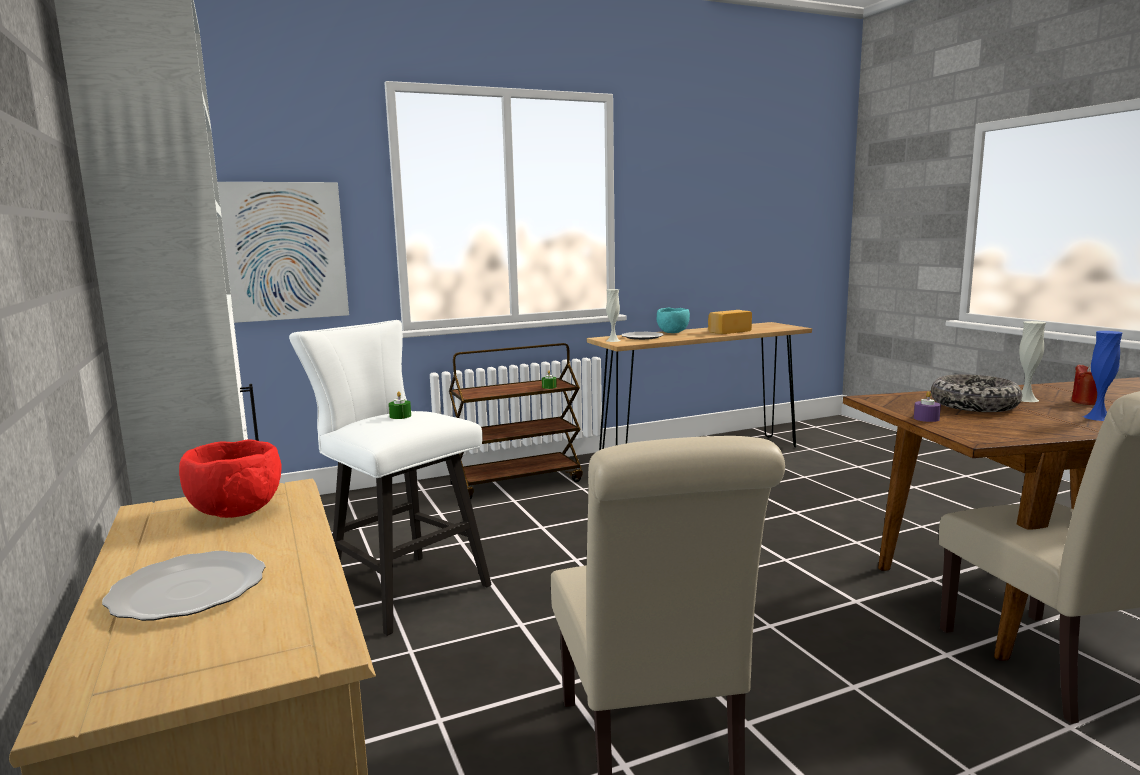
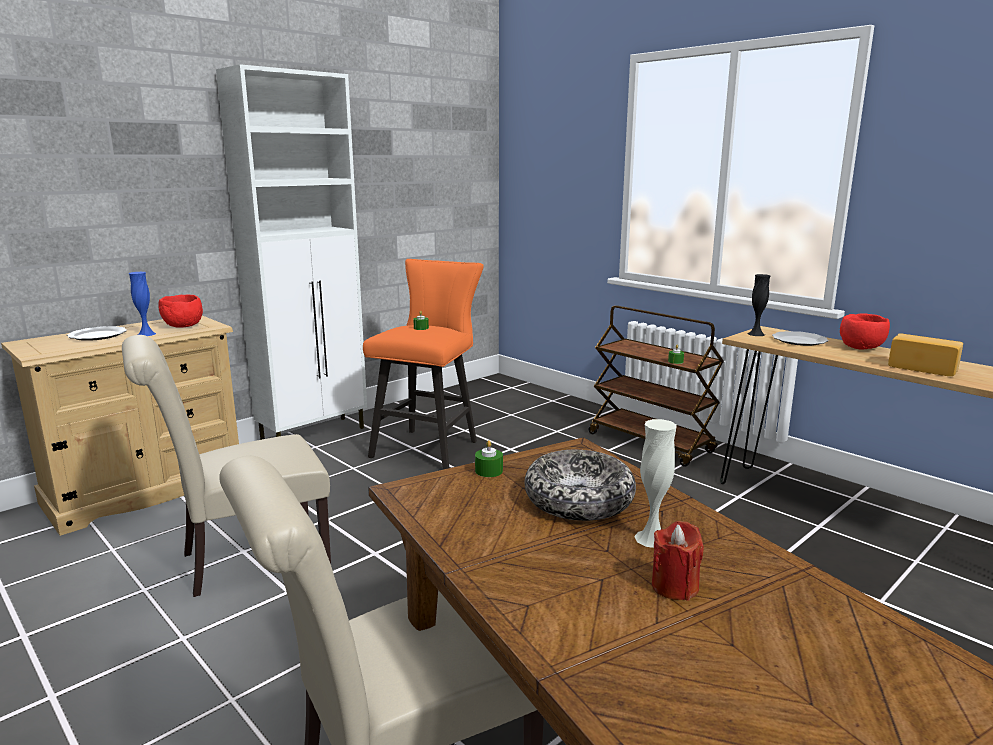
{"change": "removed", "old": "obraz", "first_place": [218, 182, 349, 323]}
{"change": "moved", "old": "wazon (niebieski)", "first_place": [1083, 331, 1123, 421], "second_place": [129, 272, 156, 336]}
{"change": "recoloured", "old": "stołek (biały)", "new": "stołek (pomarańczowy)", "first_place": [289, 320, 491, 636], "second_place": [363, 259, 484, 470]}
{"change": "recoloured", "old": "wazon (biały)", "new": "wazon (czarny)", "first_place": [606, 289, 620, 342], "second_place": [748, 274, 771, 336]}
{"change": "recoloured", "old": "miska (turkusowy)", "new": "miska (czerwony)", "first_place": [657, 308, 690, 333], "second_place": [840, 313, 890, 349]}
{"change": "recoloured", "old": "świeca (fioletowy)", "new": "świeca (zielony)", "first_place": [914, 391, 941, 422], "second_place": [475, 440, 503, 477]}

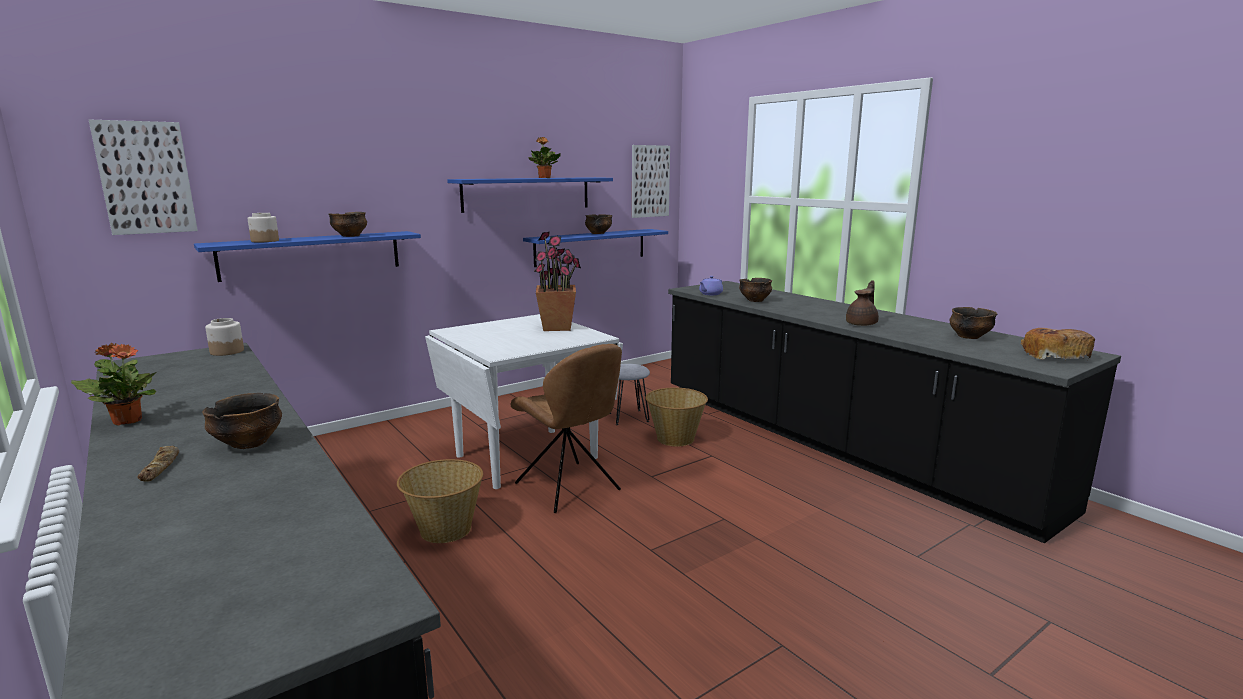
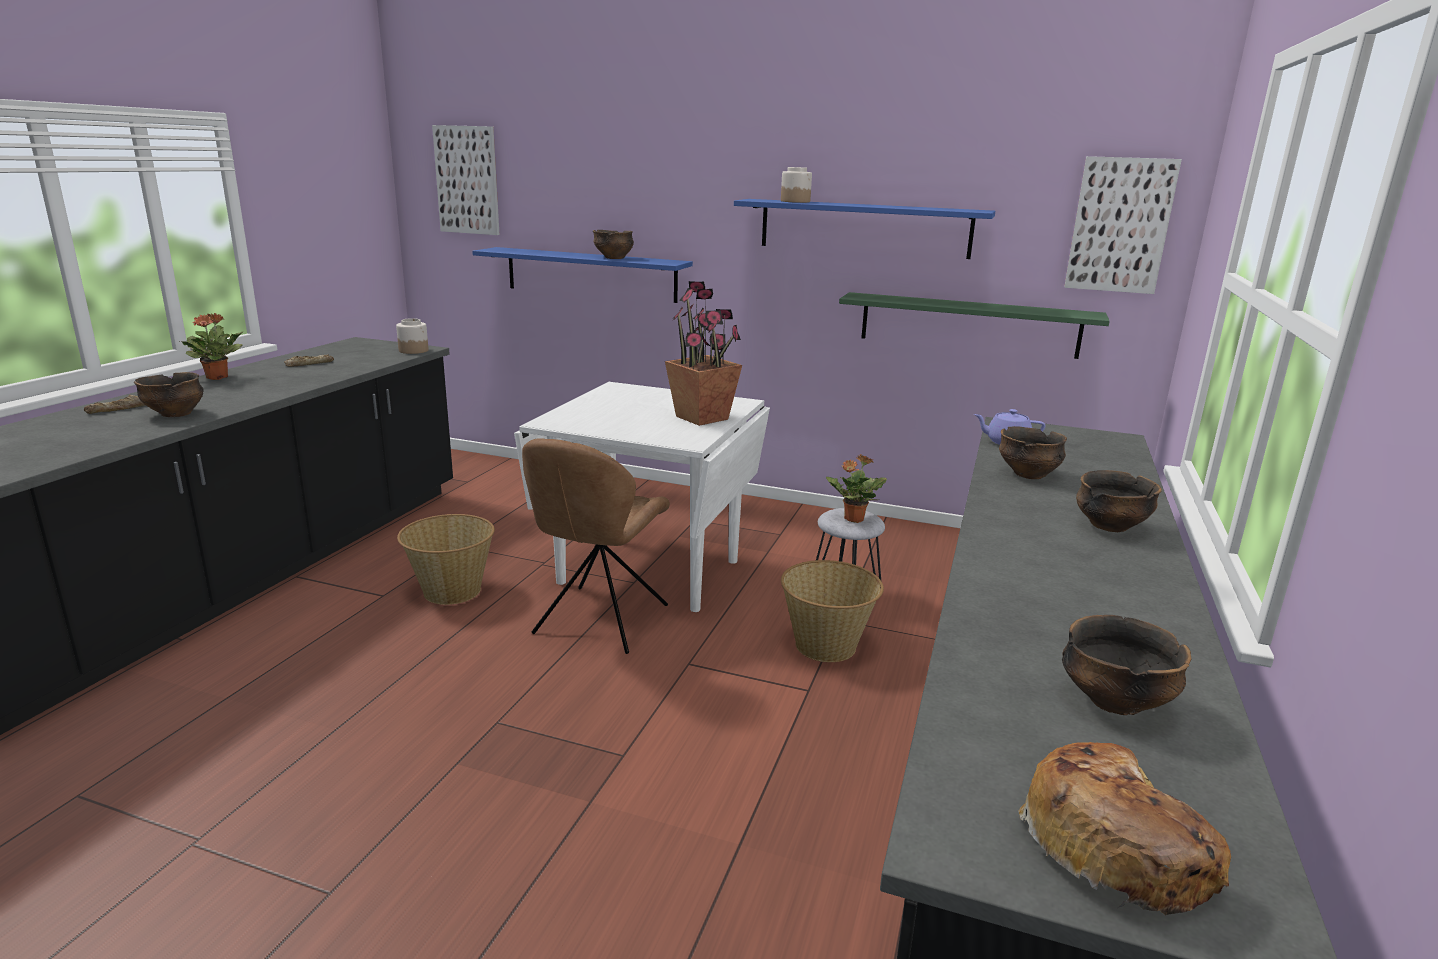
{"change": "removed", "old": "imbryk (brązowy)", "first_place": [846, 280, 879, 326]}
{"change": "added", "new": "chleb", "second_place": [284, 355, 334, 367]}
{"change": "moved", "old": "słoik", "first_place": [248, 213, 279, 243], "second_place": [781, 167, 812, 203]}
{"change": "moved", "old": "roślina doniczkowa", "first_place": [529, 137, 561, 178], "second_place": [826, 454, 887, 523]}
{"change": "moved", "old": "miska", "first_place": [585, 214, 612, 234], "second_place": [1076, 470, 1162, 532]}
{"change": "recoloured", "old": "półka (niebieski)", "new": "półka (zielony)", "first_place": [523, 229, 668, 267], "second_place": [839, 292, 1110, 359]}

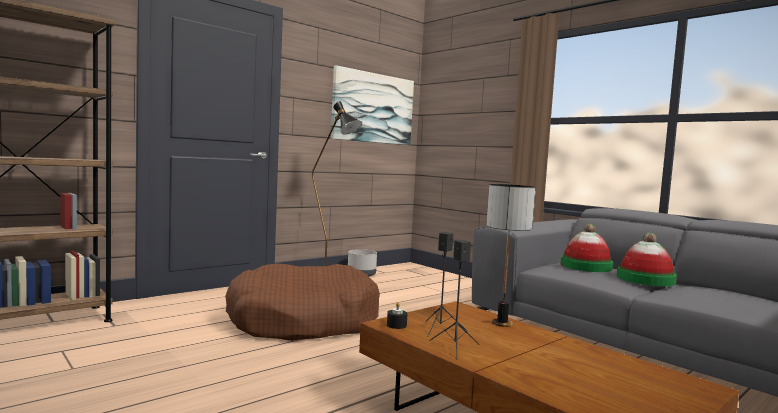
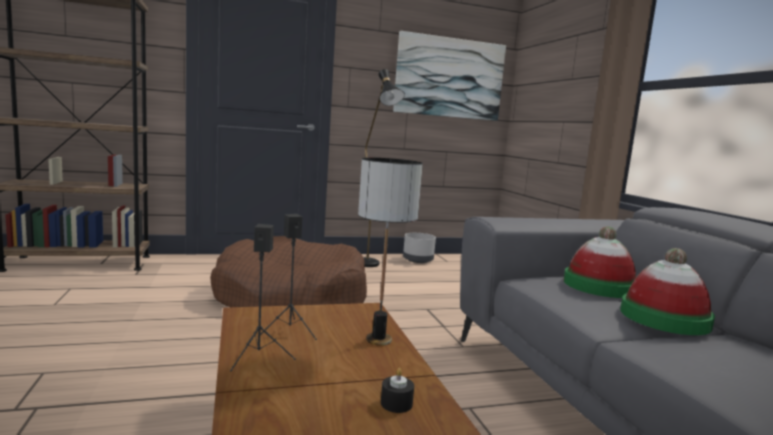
{"change": "moved", "old": "świeca (czarny)", "first_place": [387, 302, 408, 329], "second_place": [381, 368, 414, 413]}

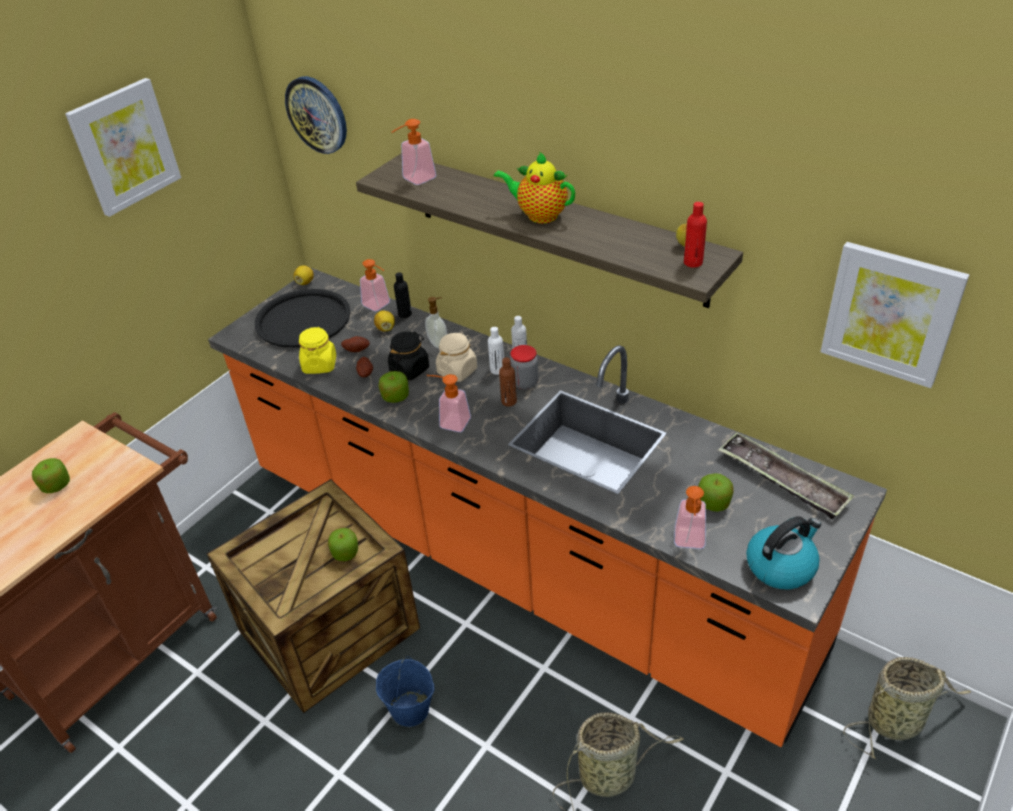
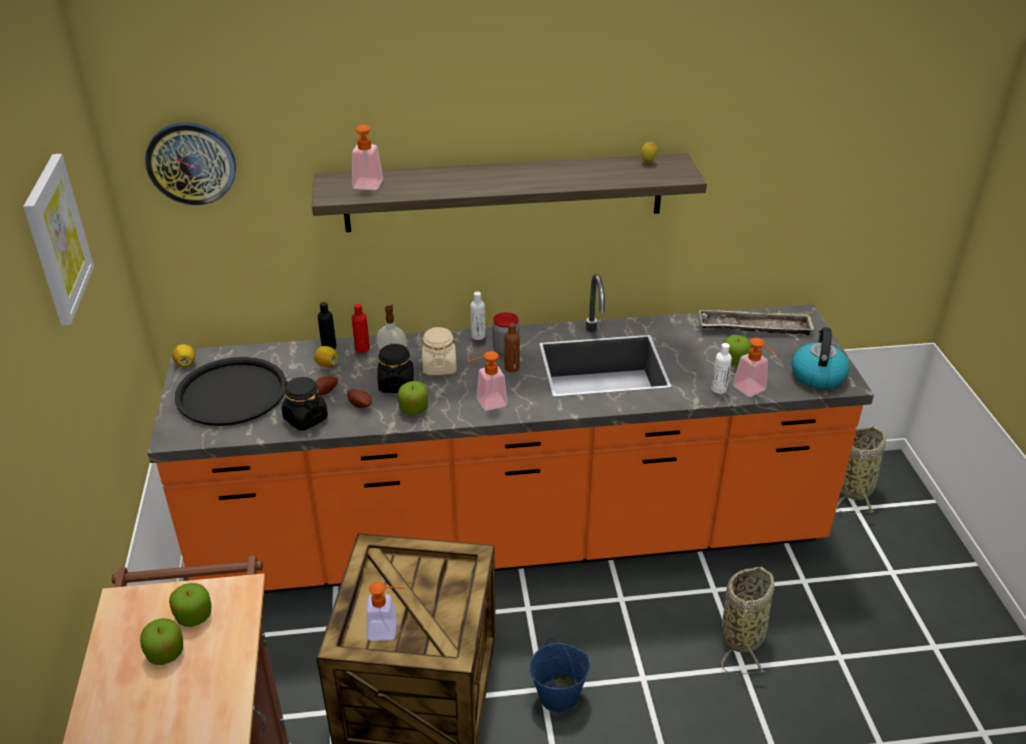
{"change": "removed", "old": "imbryk", "first_place": [494, 151, 575, 223]}
{"change": "removed", "old": "obraz", "first_place": [820, 242, 969, 388]}
{"change": "moved", "old": "jabłko", "first_place": [328, 528, 358, 561], "second_place": [169, 583, 211, 627]}
{"change": "moved", "old": "dozownik mydła", "first_place": [360, 259, 390, 311], "second_place": [367, 582, 405, 641]}
{"change": "moved", "old": "butelka (biały)", "first_place": [488, 327, 504, 375], "second_place": [711, 343, 732, 394]}
{"change": "moved", "old": "butelka (czerwony)", "first_place": [684, 202, 707, 268], "second_place": [352, 304, 370, 353]}
{"change": "recoloured", "old": "słoik (żółty)", "new": "słoik (czarny)", "first_place": [299, 327, 336, 374], "second_place": [282, 377, 328, 431]}

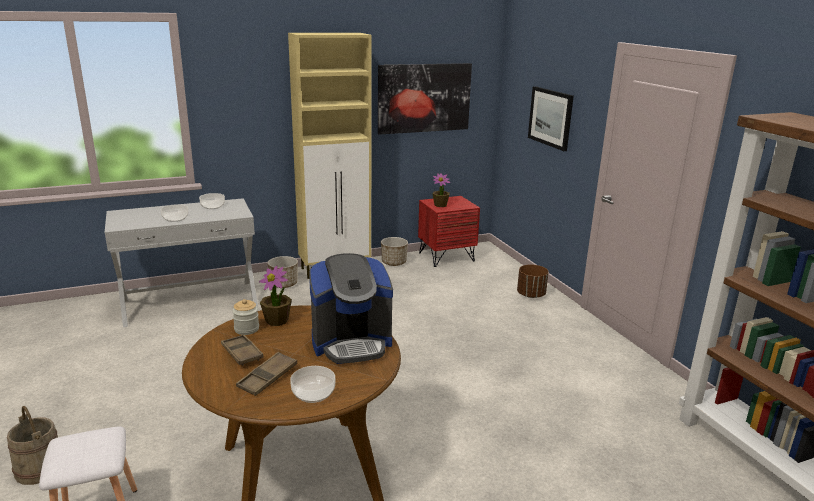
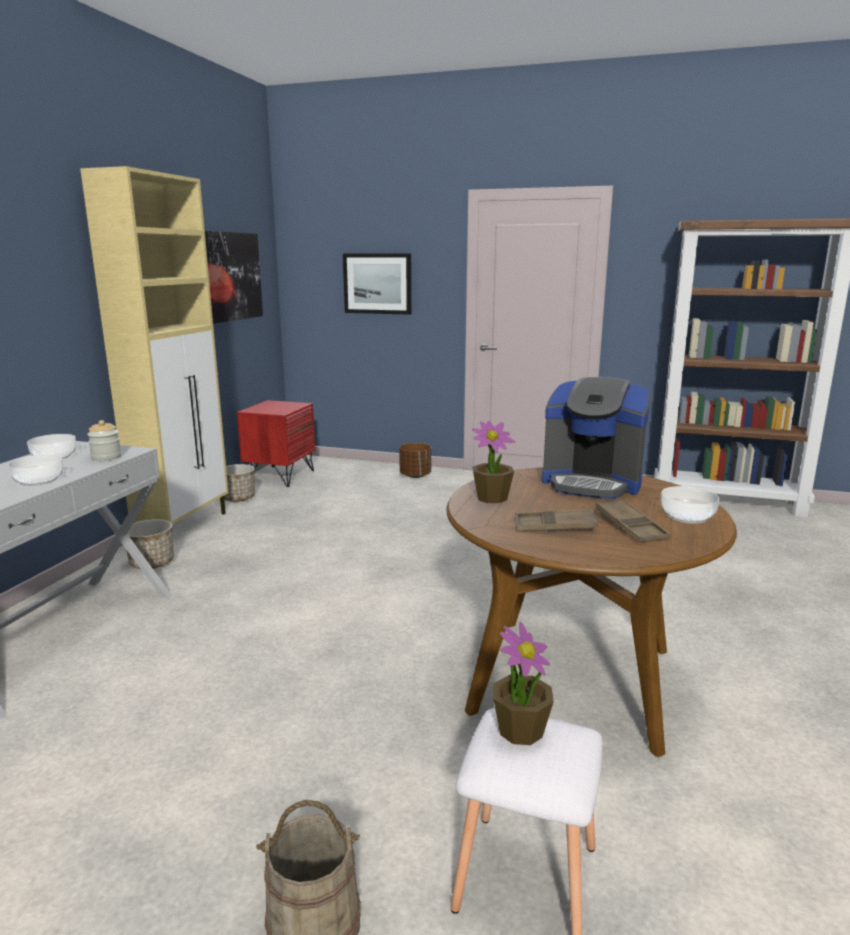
{"change": "moved", "old": "słoik", "first_place": [232, 299, 259, 335], "second_place": [87, 420, 121, 461]}
{"change": "moved", "old": "roślina doniczkowa", "first_place": [433, 173, 450, 207], "second_place": [493, 622, 554, 745]}
{"change": "turned", "old": "ekspres do kawy", "first_place": [309, 253, 393, 364], "second_place": [542, 377, 650, 499], "degrees": 90}

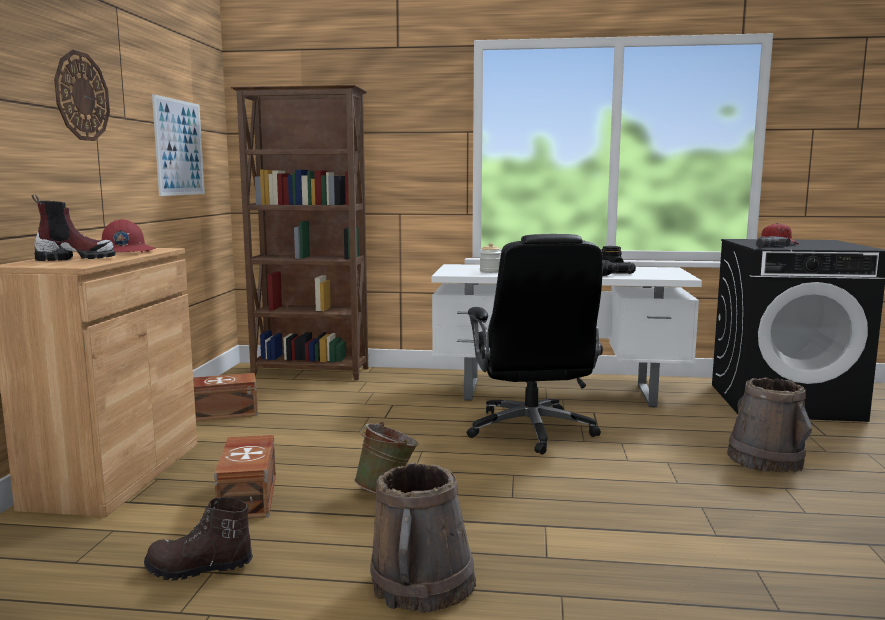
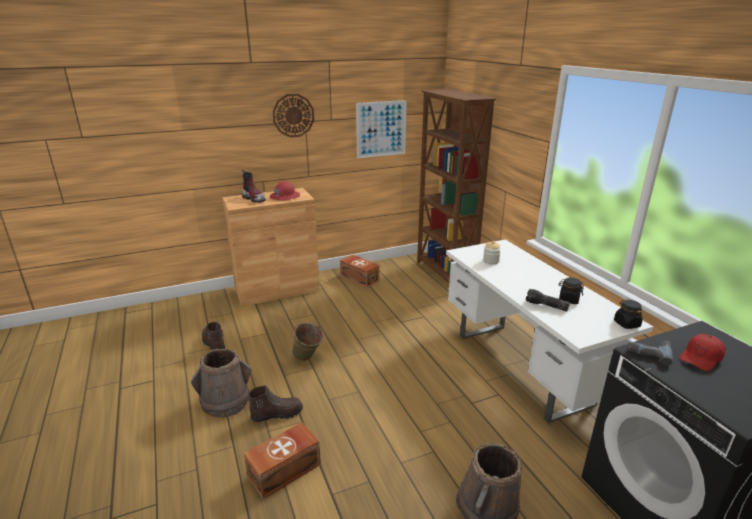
{"change": "removed", "old": "krzesło biurowe (czarny)", "first_place": [467, 234, 603, 454]}
{"change": "added", "new": "but z cholewką (brązowy)", "second_place": [248, 385, 303, 422]}
{"change": "added", "new": "słoik (czarny)", "second_place": [614, 300, 643, 329]}
{"change": "moved", "old": "pojemnik do przechowywania (brązowy)", "first_place": [214, 435, 276, 519], "second_place": [244, 422, 321, 499]}

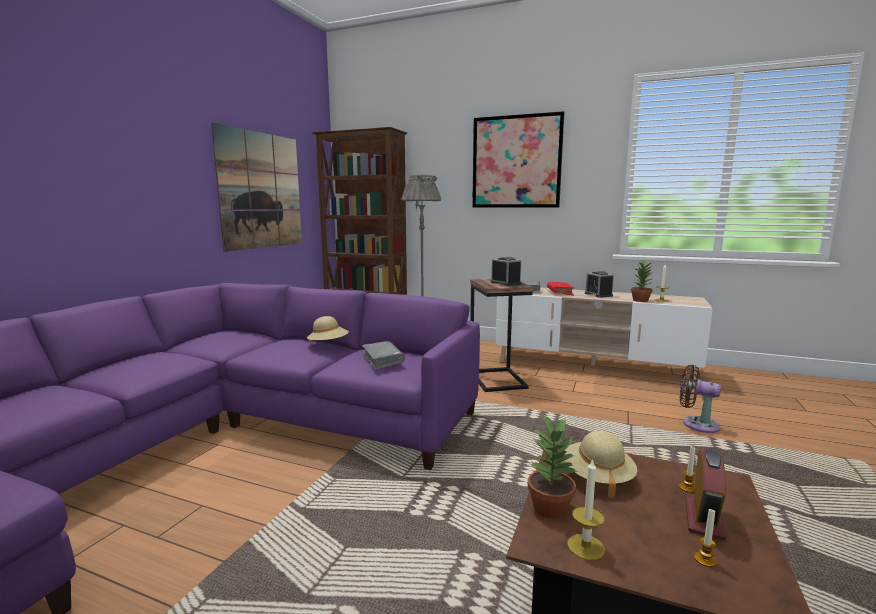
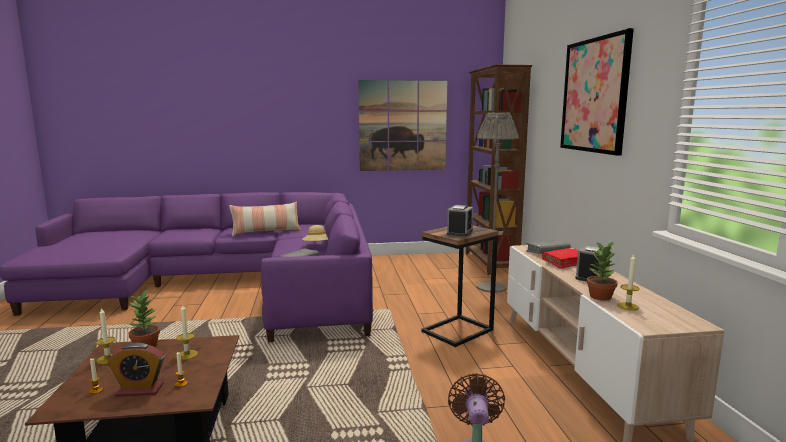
{"change": "added", "new": "poduszka", "second_place": [229, 202, 301, 236]}
{"change": "replaced", "old": "kapelusz (beżowy)", "new": "świeca", "first_place": [564, 431, 637, 499], "second_place": [176, 304, 198, 360]}

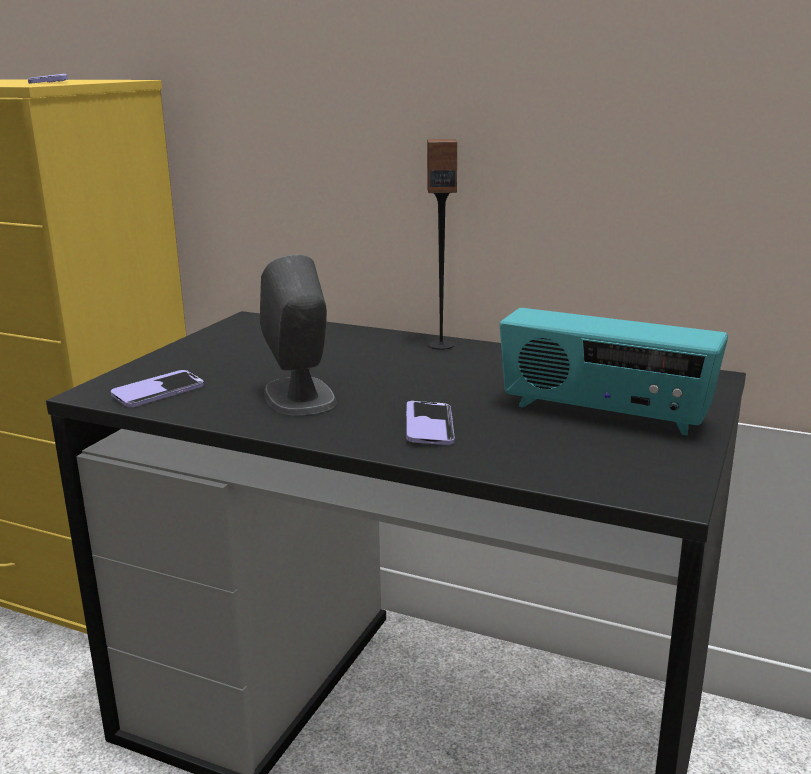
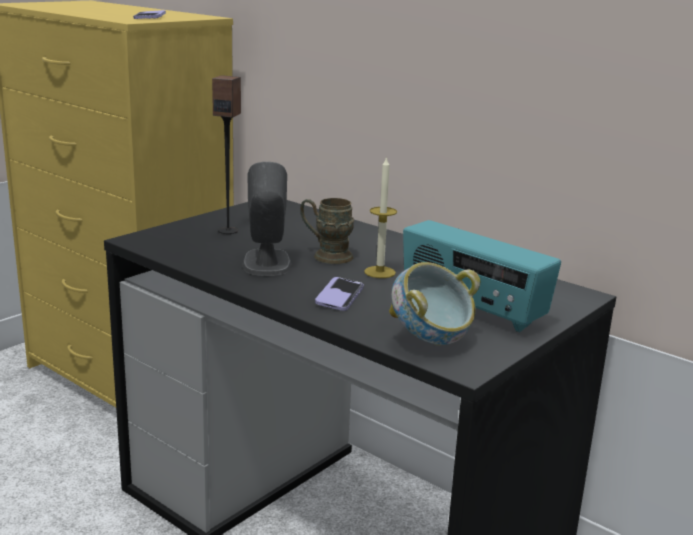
{"change": "removed", "old": "telefon", "first_place": [111, 370, 204, 407]}
{"change": "added", "new": "kubek (brązowy)", "second_place": [301, 198, 354, 264]}
{"change": "added", "new": "świeca", "second_place": [364, 156, 397, 278]}
{"change": "added", "new": "miska", "second_place": [389, 262, 480, 346]}
{"change": "moved", "old": "głośnik", "first_place": [427, 139, 457, 350], "second_place": [212, 75, 241, 234]}

